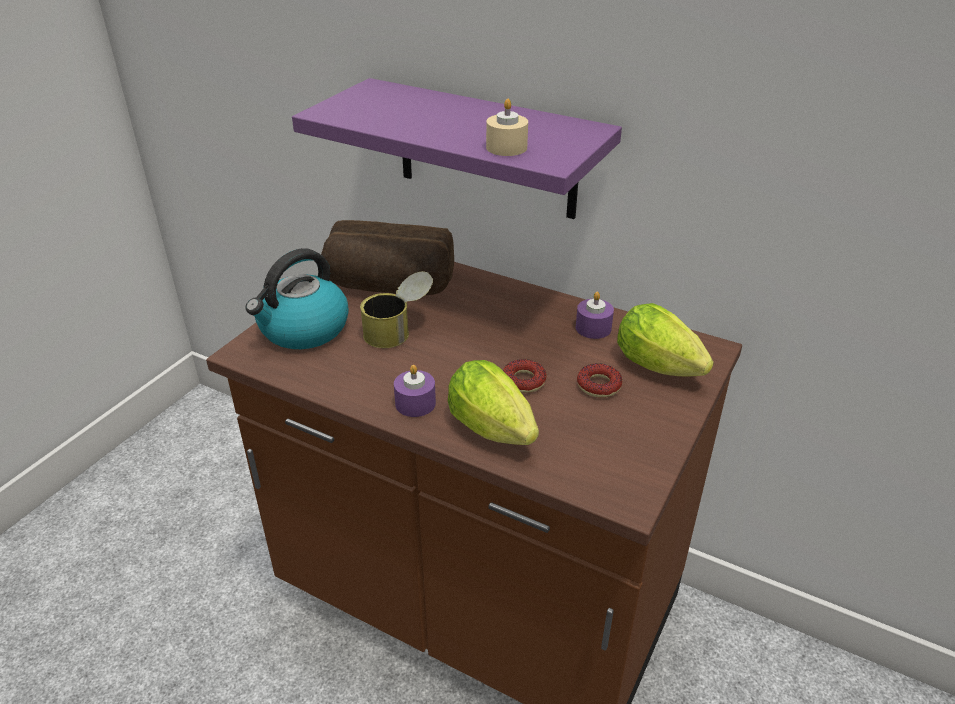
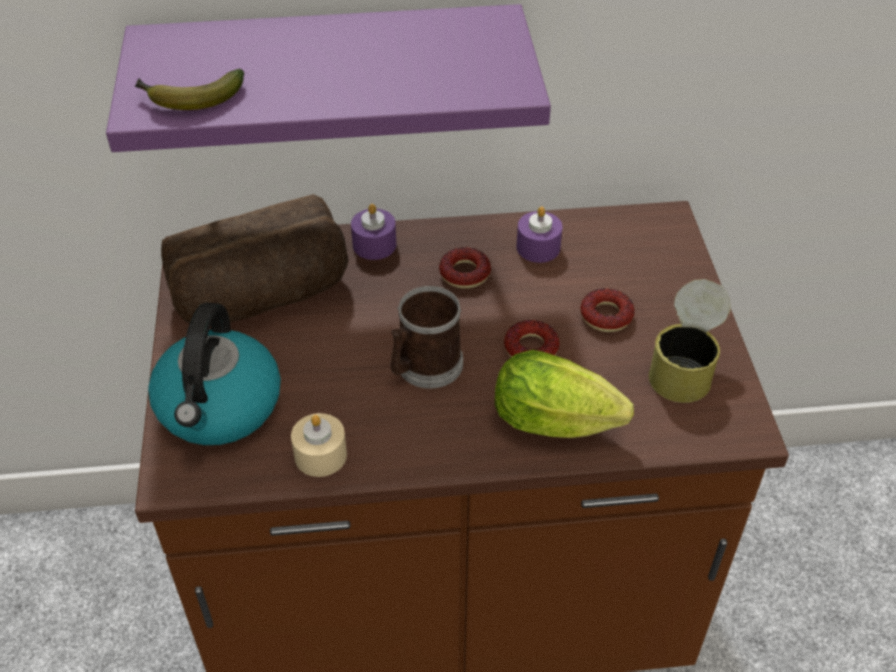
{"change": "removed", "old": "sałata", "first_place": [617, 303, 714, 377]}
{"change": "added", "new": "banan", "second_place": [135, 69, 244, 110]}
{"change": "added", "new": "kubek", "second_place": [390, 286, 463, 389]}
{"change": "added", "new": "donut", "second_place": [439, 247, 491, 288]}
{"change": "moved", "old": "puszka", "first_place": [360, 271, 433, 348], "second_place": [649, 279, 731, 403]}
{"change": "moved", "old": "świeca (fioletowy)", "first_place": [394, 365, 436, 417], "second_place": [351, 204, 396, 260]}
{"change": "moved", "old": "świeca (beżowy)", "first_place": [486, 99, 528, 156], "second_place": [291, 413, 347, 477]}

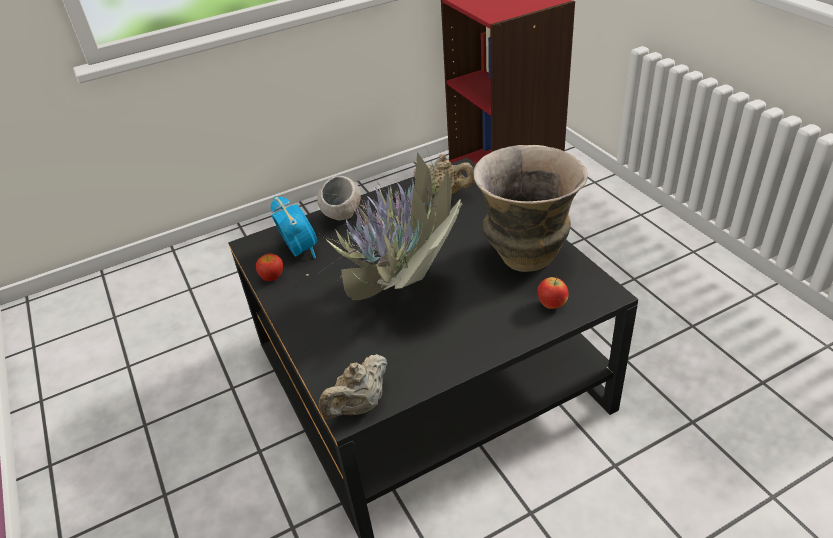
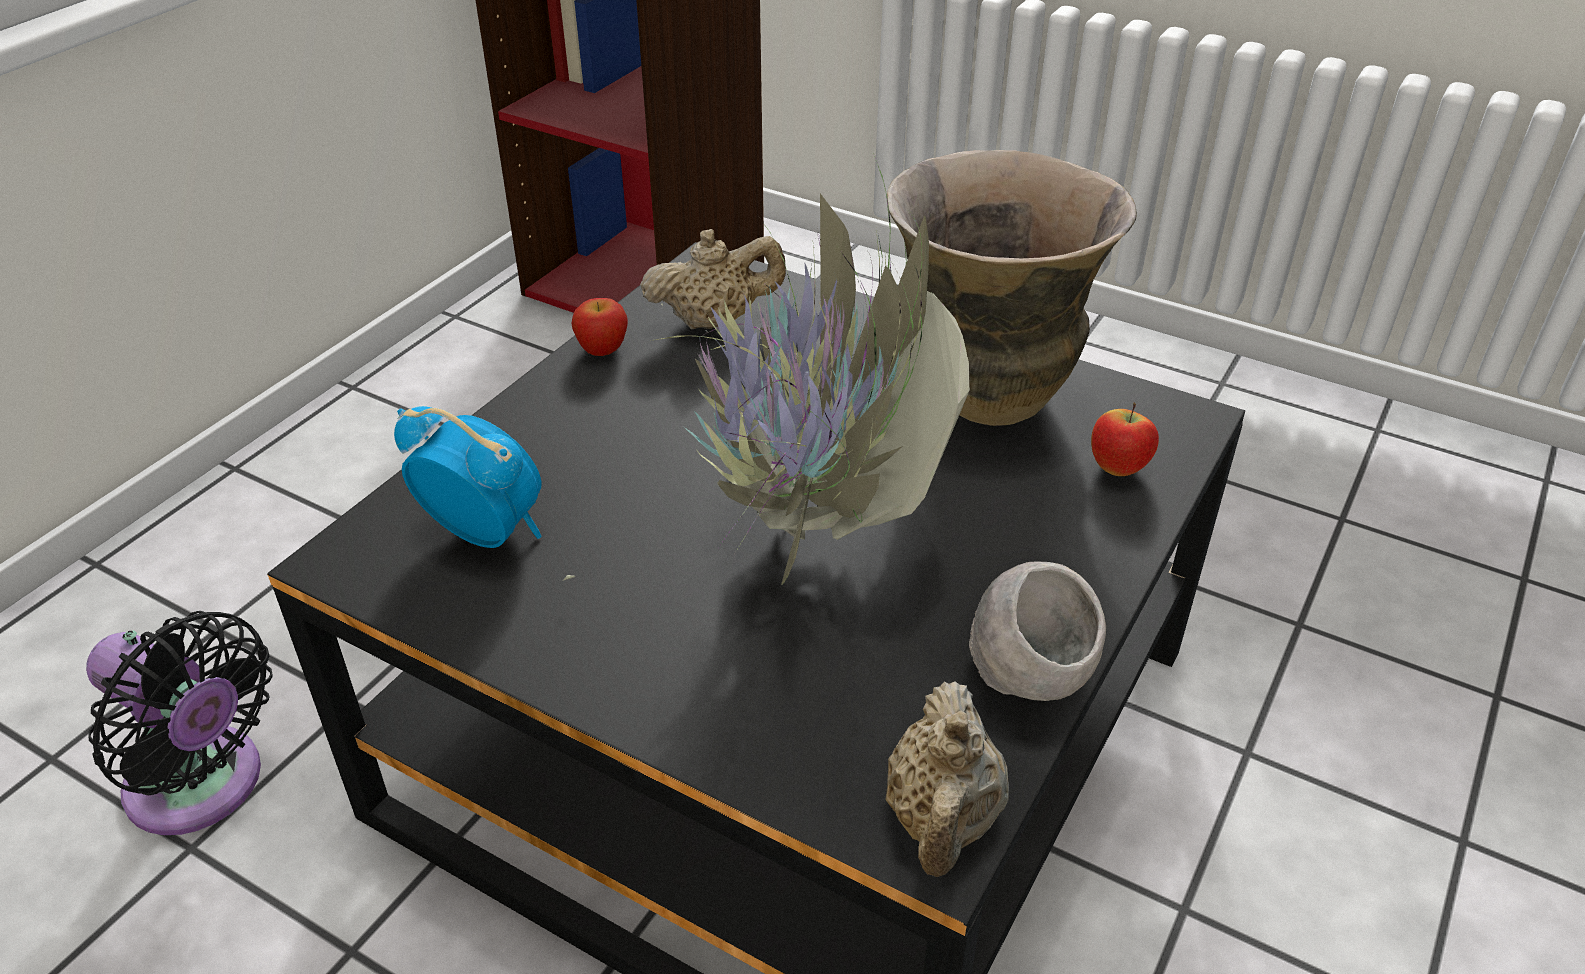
{"change": "added", "new": "wentylator (czarny)", "second_place": [86, 611, 272, 835]}
{"change": "moved", "old": "jabłko", "first_place": [256, 253, 283, 281], "second_place": [571, 298, 628, 356]}
{"change": "moved", "old": "miska (szary)", "first_place": [317, 176, 361, 221], "second_place": [969, 562, 1106, 701]}

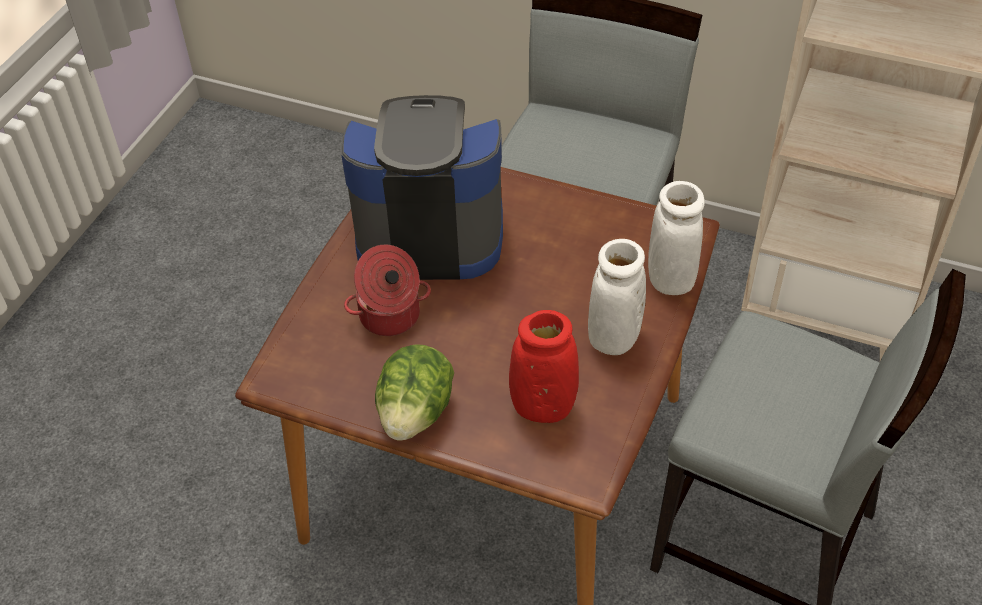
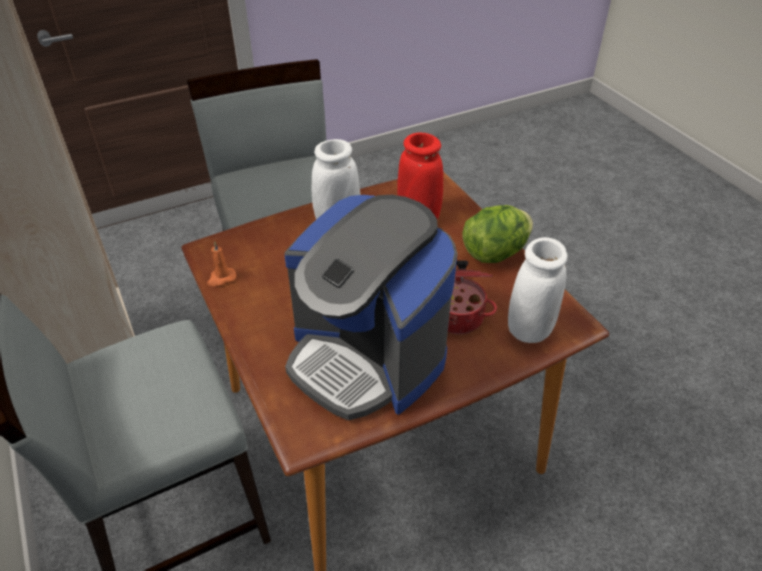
{"change": "added", "new": "świeca (pomarańczowy)", "second_place": [207, 241, 237, 286]}
{"change": "moved", "old": "wazon (biały)", "first_place": [648, 181, 705, 295], "second_place": [508, 237, 568, 343]}

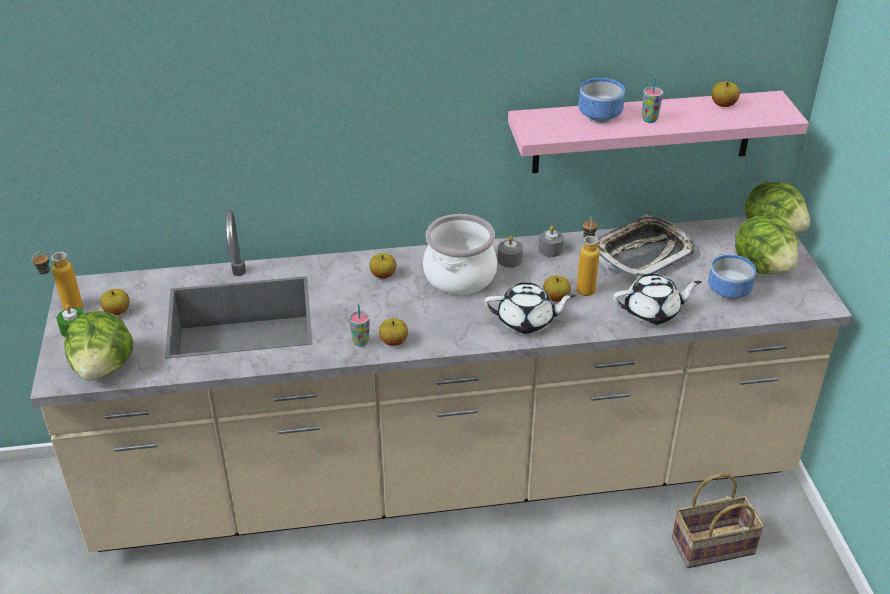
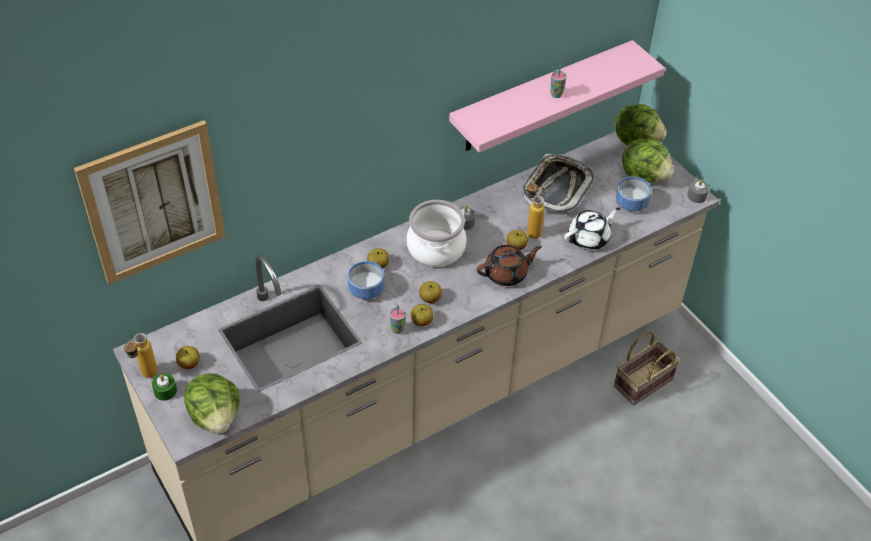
{"change": "added", "new": "obraz", "second_place": [74, 120, 226, 284]}
{"change": "moved", "old": "świeca (szary)", "first_place": [538, 226, 564, 257], "second_place": [687, 179, 709, 203]}
{"change": "moved", "old": "miska", "first_place": [578, 78, 625, 123], "second_place": [348, 261, 384, 299]}
{"change": "moved", "old": "jabłko", "first_place": [711, 81, 740, 107], "second_place": [419, 281, 442, 303]}
{"change": "recoloured", "old": "imbryk (biały)", "new": "imbryk (brązowy)", "first_place": [484, 282, 575, 334], "second_place": [477, 245, 542, 286]}

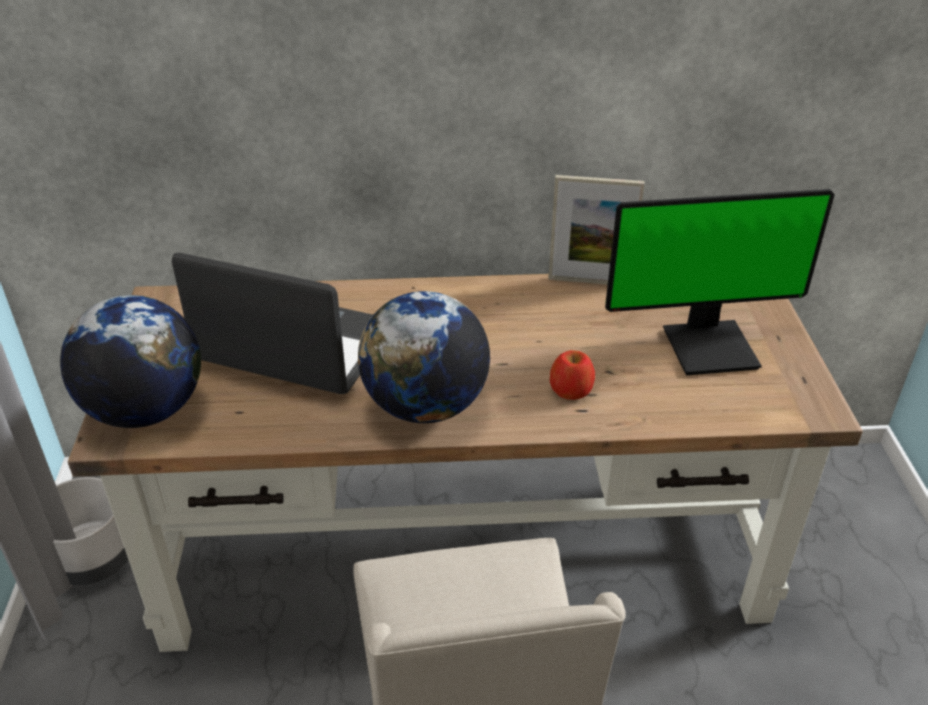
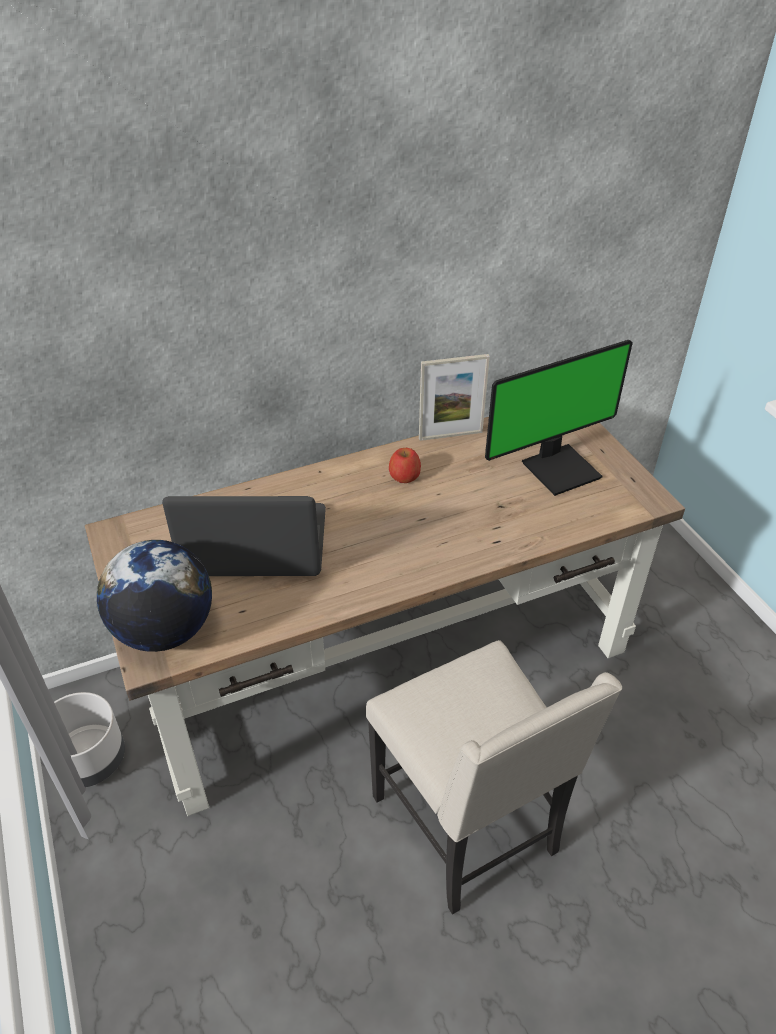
{"change": "removed", "old": "globus", "first_place": [358, 291, 490, 423]}
{"change": "moved", "old": "jabłko", "first_place": [550, 350, 595, 400], "second_place": [389, 448, 421, 483]}

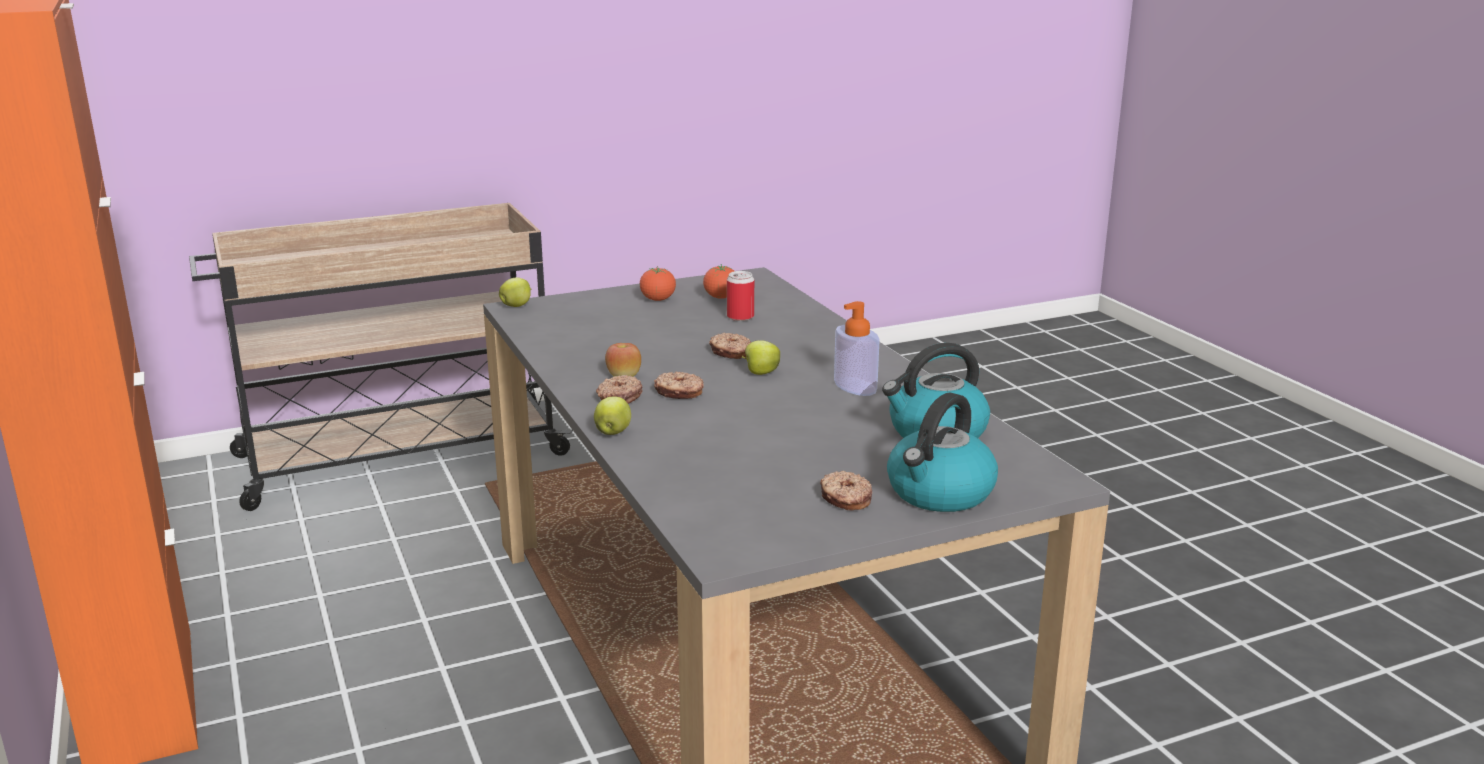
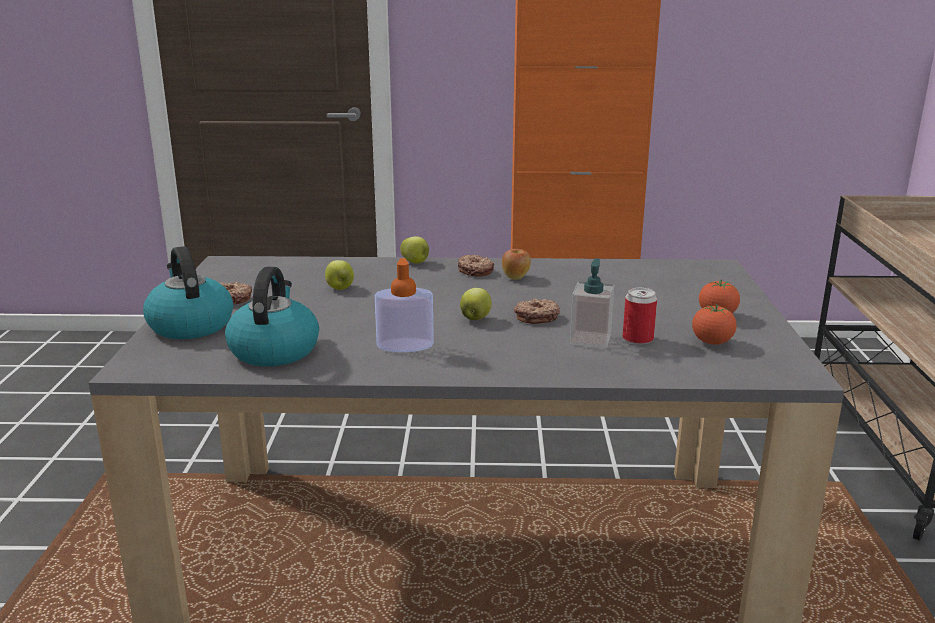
{"change": "removed", "old": "donut", "first_place": [654, 372, 704, 399]}
{"change": "added", "new": "dozownik mydła", "second_place": [570, 258, 614, 348]}
{"change": "moved", "old": "jabłko", "first_place": [499, 278, 531, 307], "second_place": [325, 260, 354, 290]}

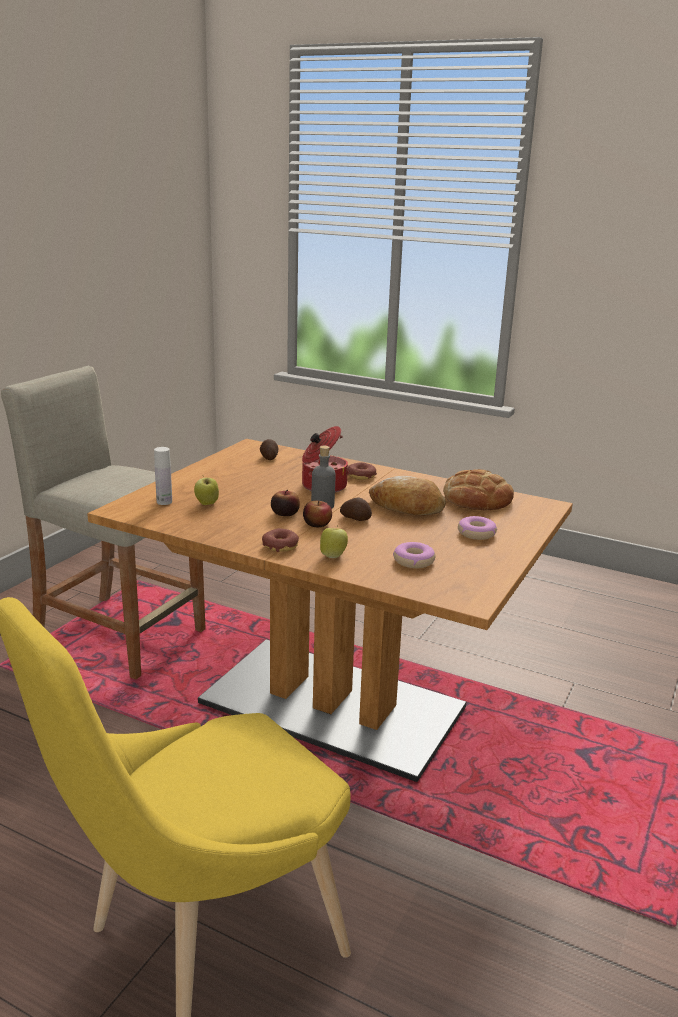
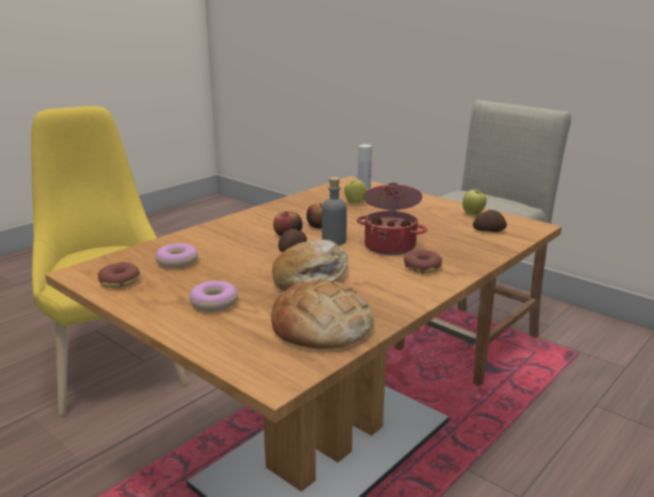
{"change": "moved", "old": "donut", "first_place": [262, 528, 299, 552], "second_place": [98, 262, 140, 288]}
{"change": "moved", "old": "jabłko", "first_place": [320, 525, 348, 558], "second_place": [463, 188, 487, 216]}

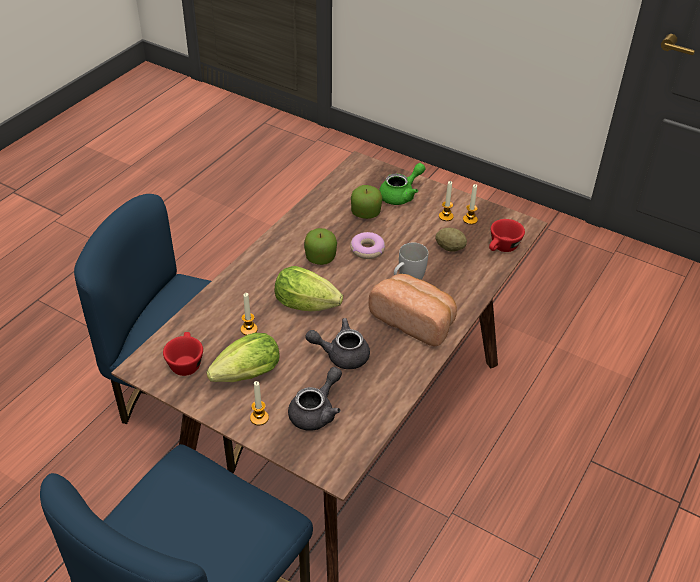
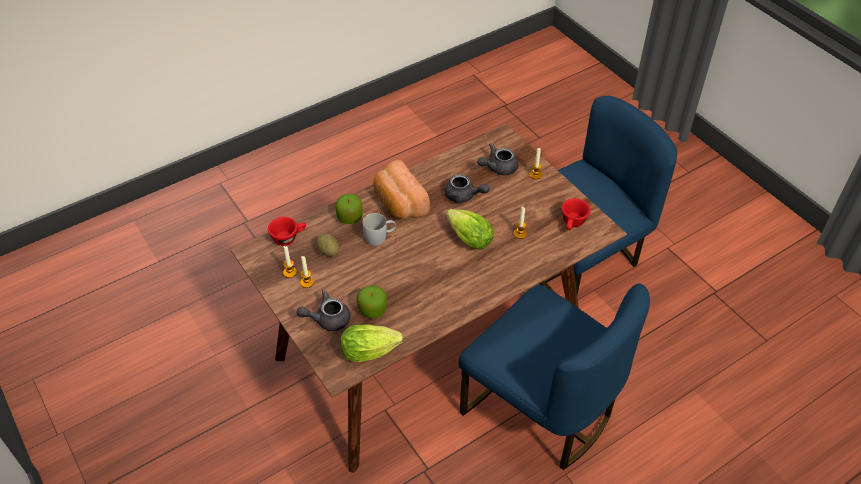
{"change": "removed", "old": "donut", "first_place": [350, 232, 385, 259]}
{"change": "moved", "old": "sałata", "first_place": [207, 333, 280, 382], "second_place": [340, 324, 403, 362]}
{"change": "moved", "old": "jabłko", "first_place": [304, 228, 337, 265], "second_place": [335, 194, 363, 224]}
{"change": "recoloured", "old": "imbryk (zielony)", "new": "imbryk (szary)", "first_place": [379, 163, 425, 205], "second_place": [296, 289, 351, 331]}

